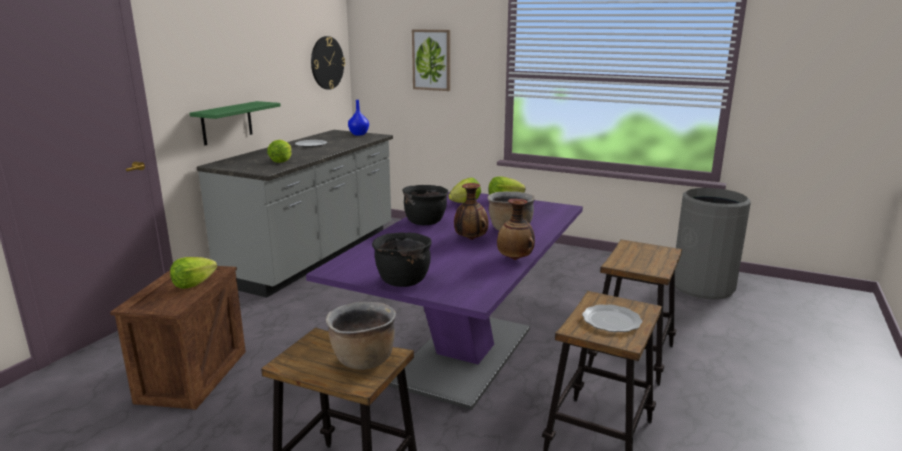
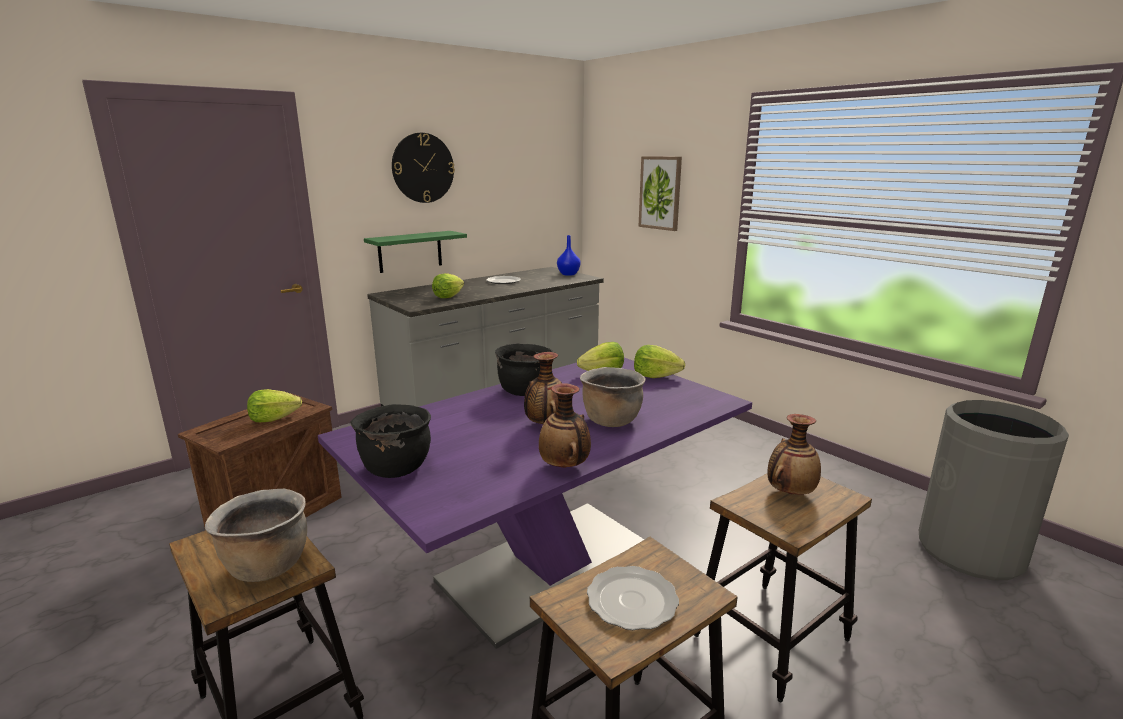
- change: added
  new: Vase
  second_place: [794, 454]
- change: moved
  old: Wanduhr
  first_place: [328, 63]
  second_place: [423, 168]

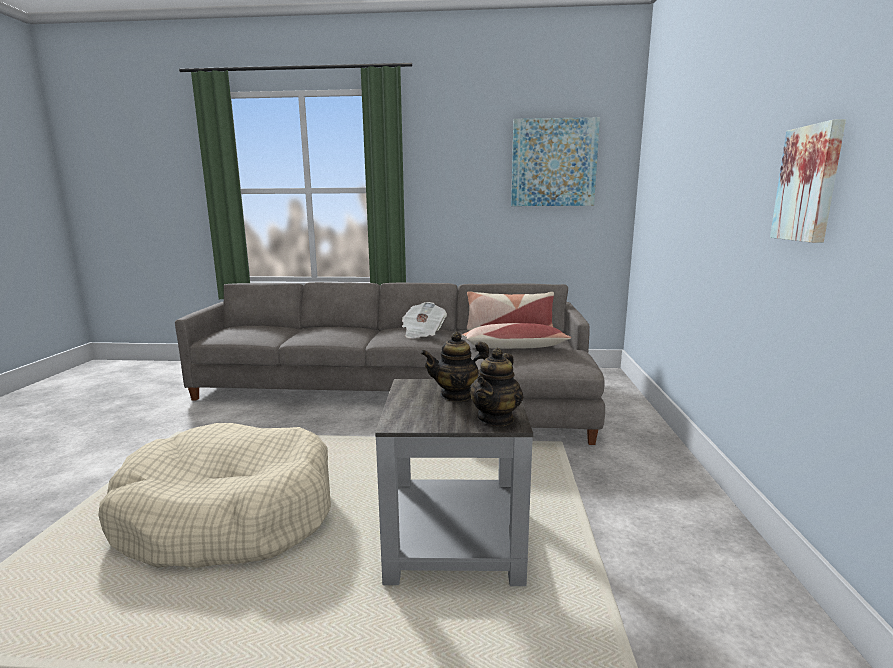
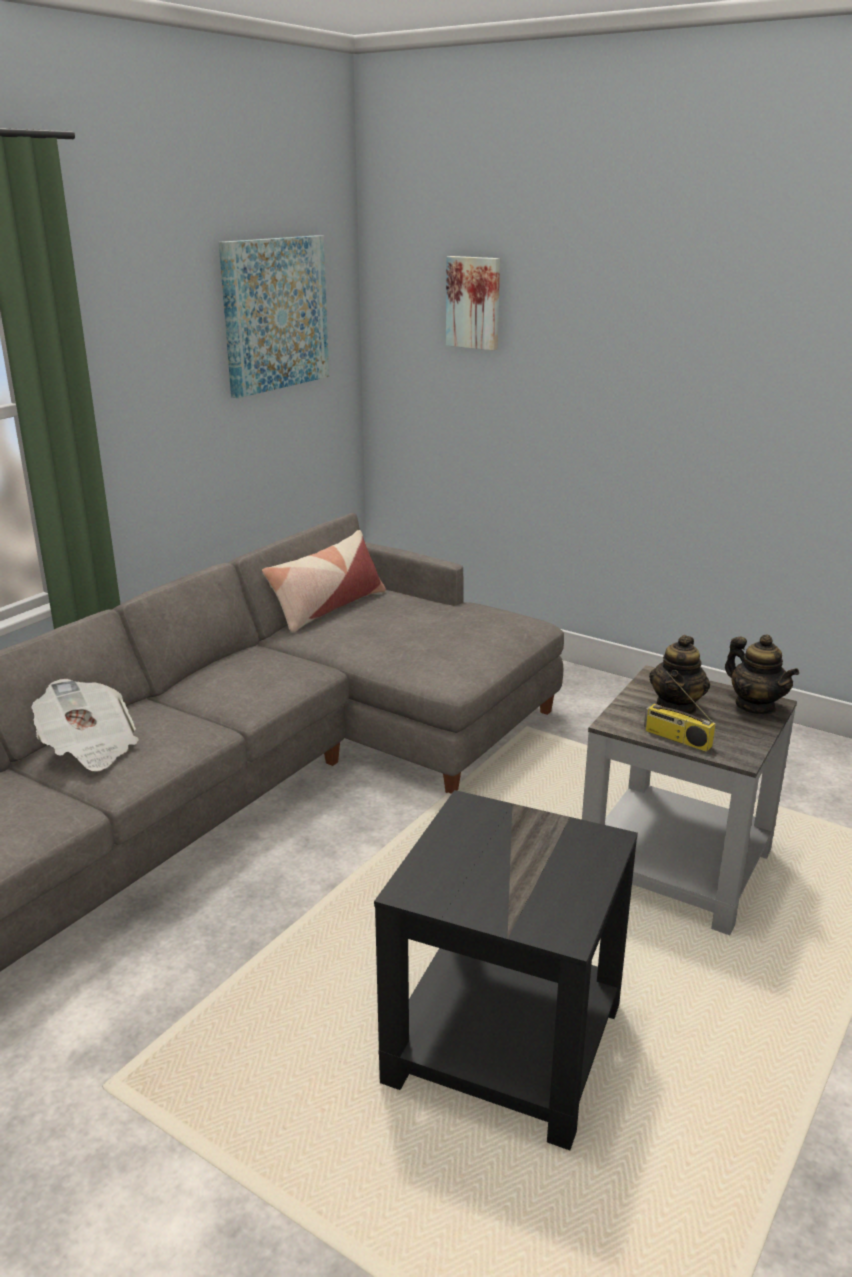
- change: removed
  old: Kissen
  first_place: [516, 336]
- change: added
  new: Radio
  second_place: [679, 712]
- change: moved
  old: Zeitung
  first_place: [424, 320]
  second_place: [85, 725]
- change: moved
  old: Bild
  first_place: [808, 181]
  second_place: [473, 303]
- change: replaced
  old: Hundebett [beige]
  new: Beistelltisch [schwarz]
  first_place: [214, 495]
  second_place: [506, 970]

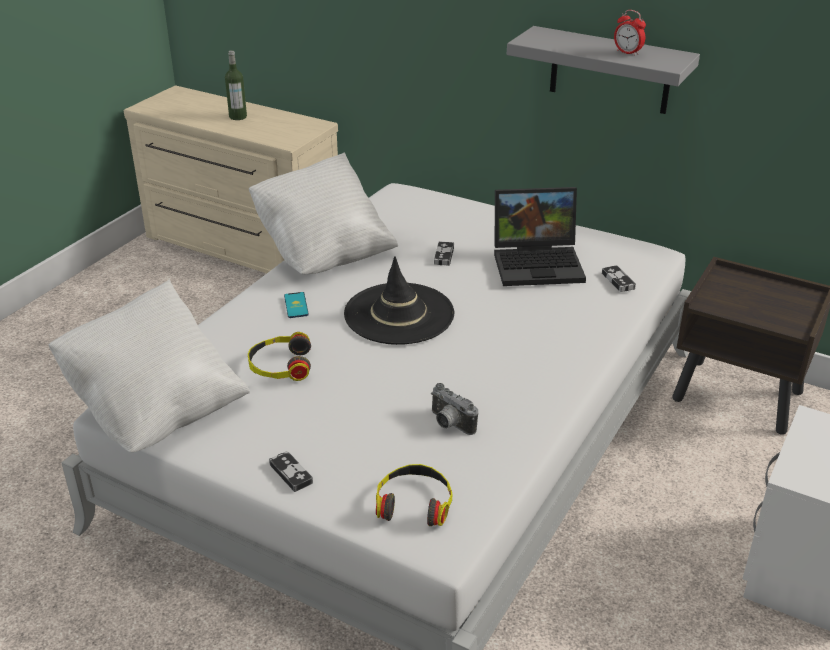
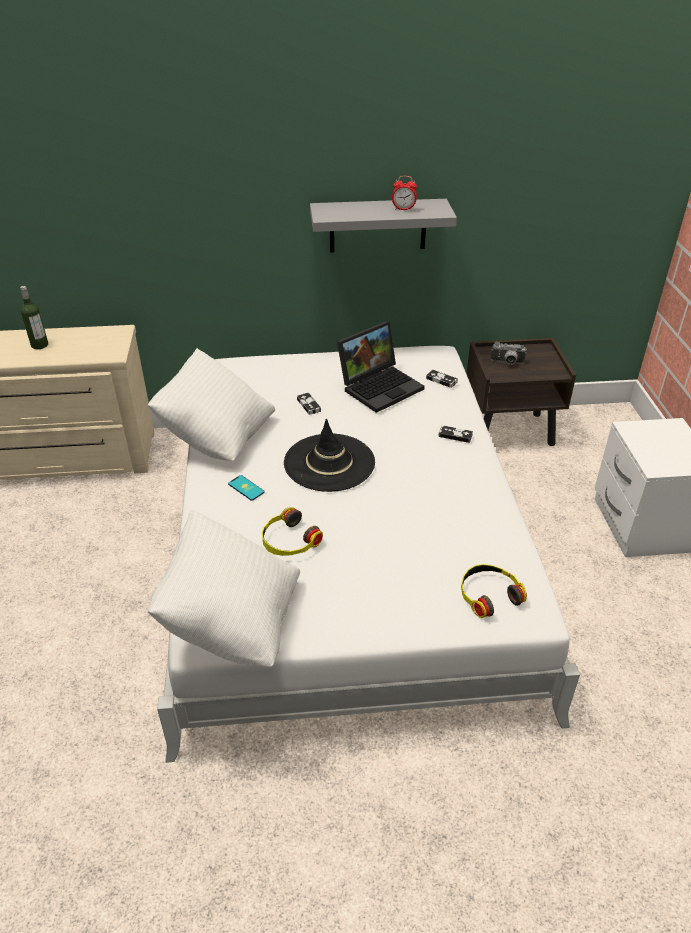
- change: moved
  old: Gamepad
  first_place: [291, 471]
  second_place: [455, 434]
- change: moved
  old: Kamera
  first_place: [454, 409]
  second_place: [509, 353]

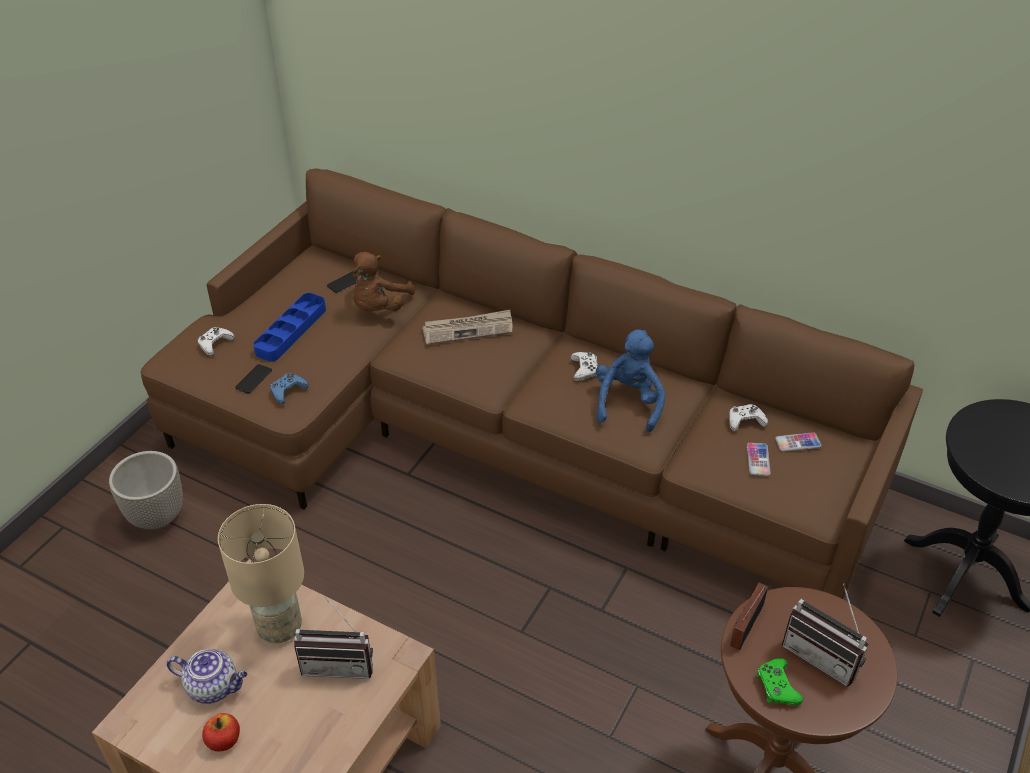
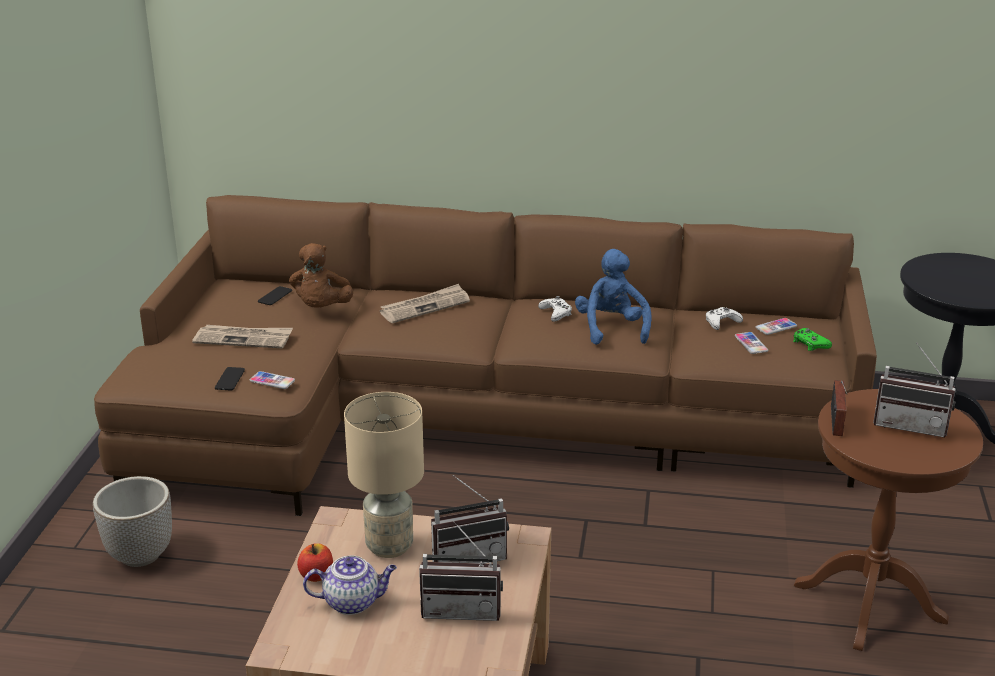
- change: removed
  old: Gamepad [weiß]
  first_place: [216, 341]
- change: added
  new: Radio
  second_place: [461, 571]
- change: moved
  old: Apfel
  first_place: [221, 732]
  second_place: [315, 562]
- change: moved
  old: Gamepad [grün]
  first_place: [780, 681]
  second_place: [812, 339]
- change: replaced
  old: Tablett [blau]
  new: Zeitung
  first_place: [289, 327]
  second_place: [242, 336]
- change: replaced
  old: Gamepad [blau]
  new: Handy
  first_place: [289, 388]
  second_place: [272, 380]

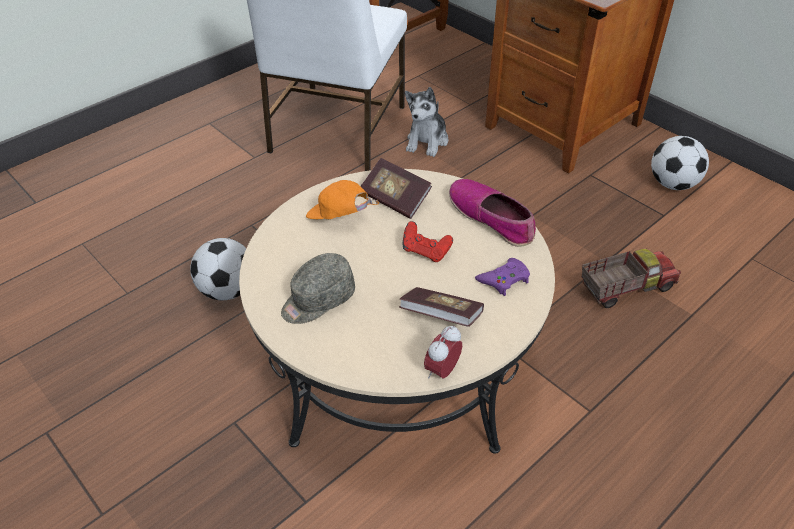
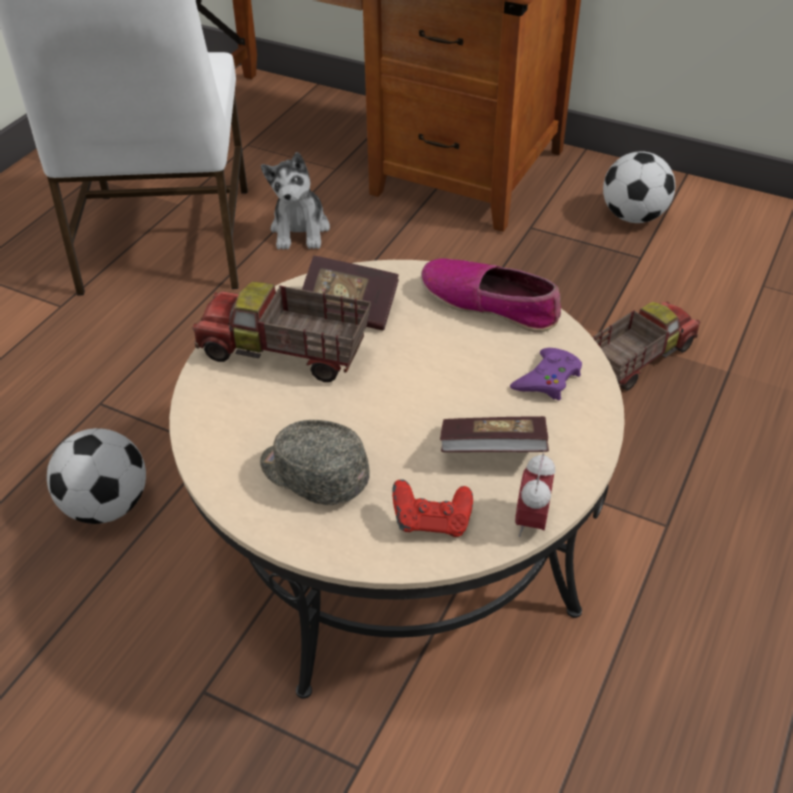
- change: moved
  old: Gamepad [rot]
  first_place: [428, 241]
  second_place: [432, 508]
- change: replaced
  old: Kappe [orange]
  new: Spielzeuglaster
  first_place: [343, 199]
  second_place: [281, 332]
- change: turned
  old: Kappe [grau]
  first_place: [318, 288]
  second_place: [315, 462]
  degrees: 90

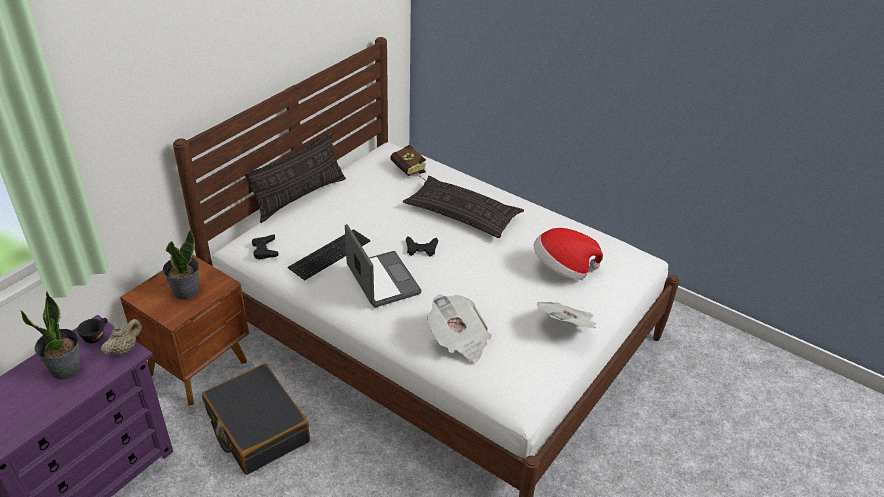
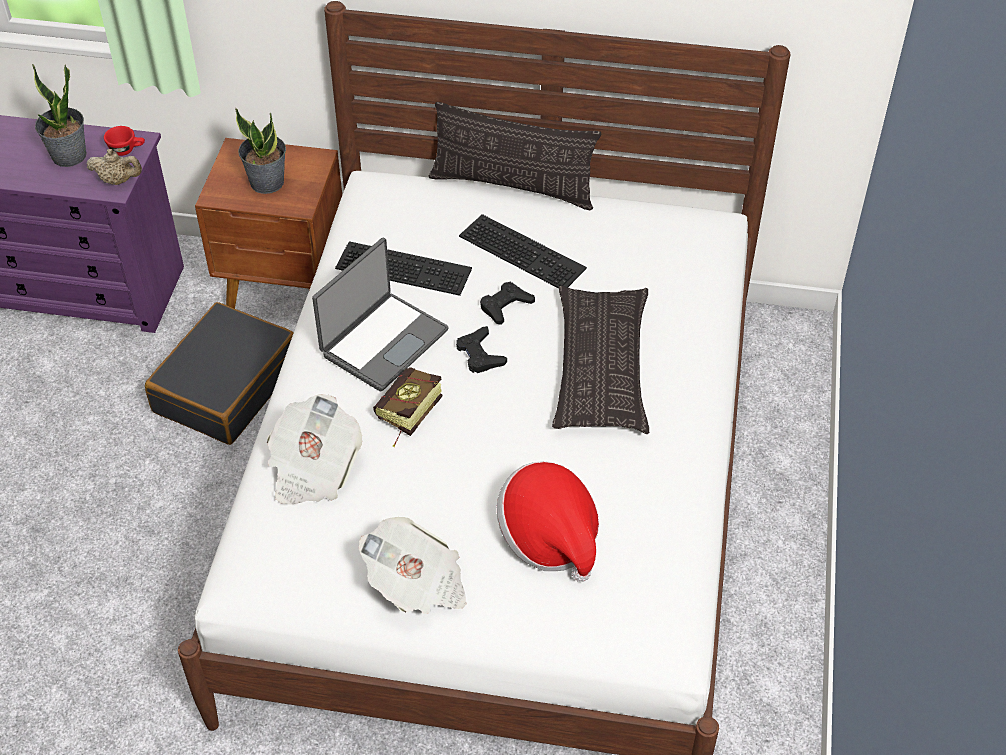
- change: added
  new: Tastatur
  second_place: [523, 251]
- change: moved
  old: Gamepad [schwarz]
  first_place: [265, 247]
  second_place: [507, 303]
- change: moved
  old: Buch
  first_place: [408, 163]
  second_place: [407, 407]
- change: recoloured
  old: Tasse [schwarz]
  new: Tasse [rot]
  first_place: [92, 330]
  second_place: [124, 141]

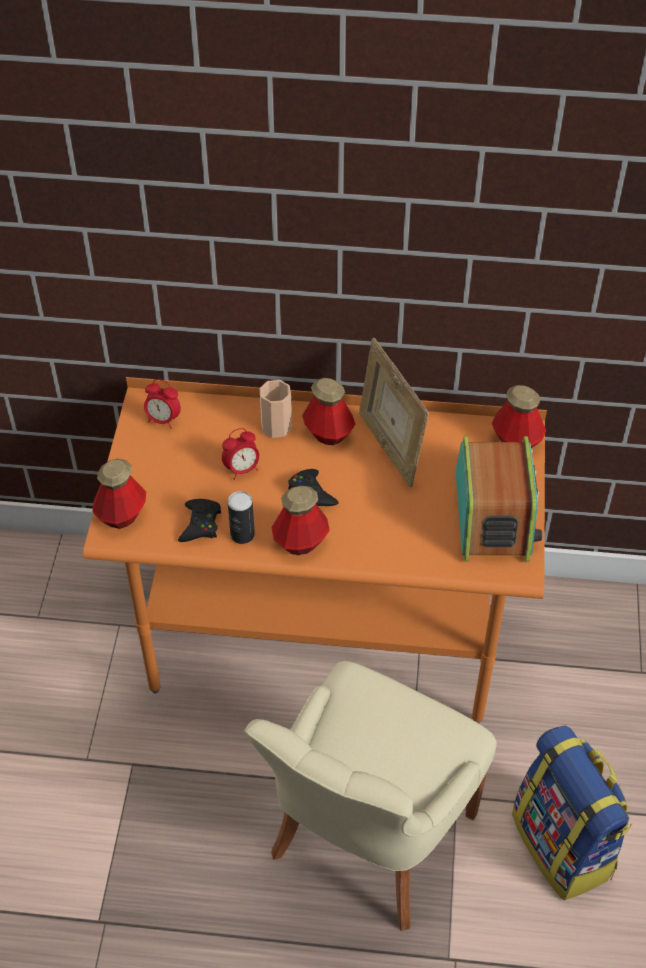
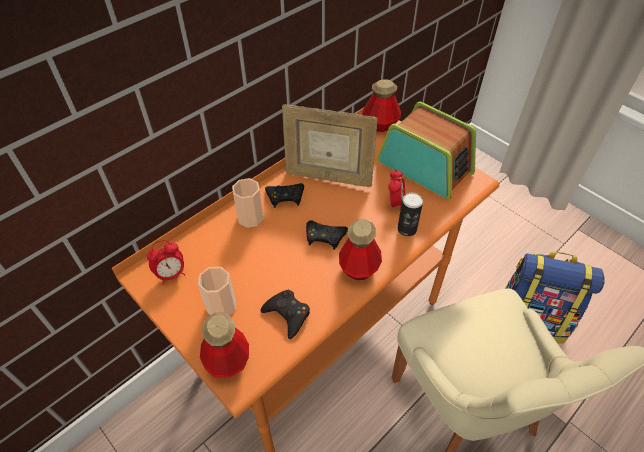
- change: added
  new: Tasse
  second_place: [217, 291]
- change: moved
  old: Wecker
  first_place: [240, 454]
  second_place: [396, 189]
- change: moved
  old: Dose
  first_place: [241, 517]
  second_place: [410, 214]
- change: replaced
  old: Flasche
  new: Gamepad [schwarz]
  first_place: [328, 411]
  second_place: [284, 195]

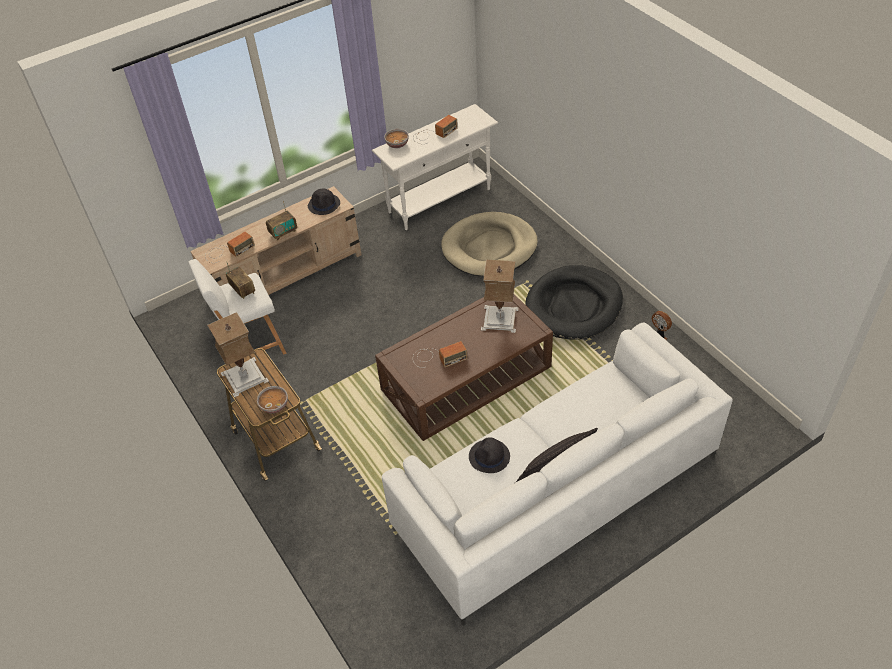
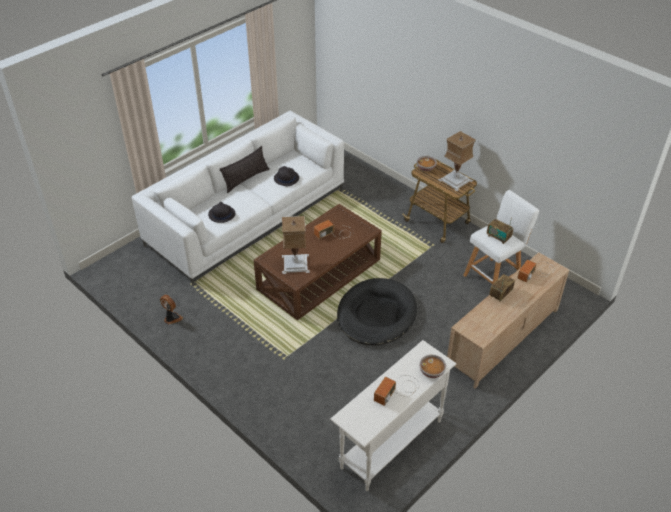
- change: removed
  old: Hundebett [beige]
  first_place: [489, 244]
- change: moved
  old: Hut [schwarz]
  first_place: [324, 202]
  second_place: [221, 212]
- change: moved
  old: Hundebett [schwarz]
  first_place: [574, 302]
  second_place: [377, 312]

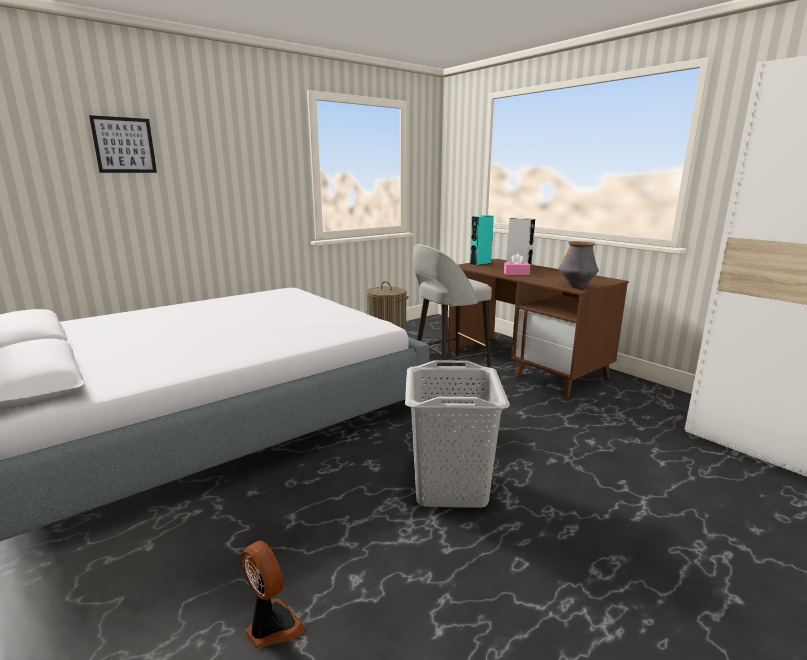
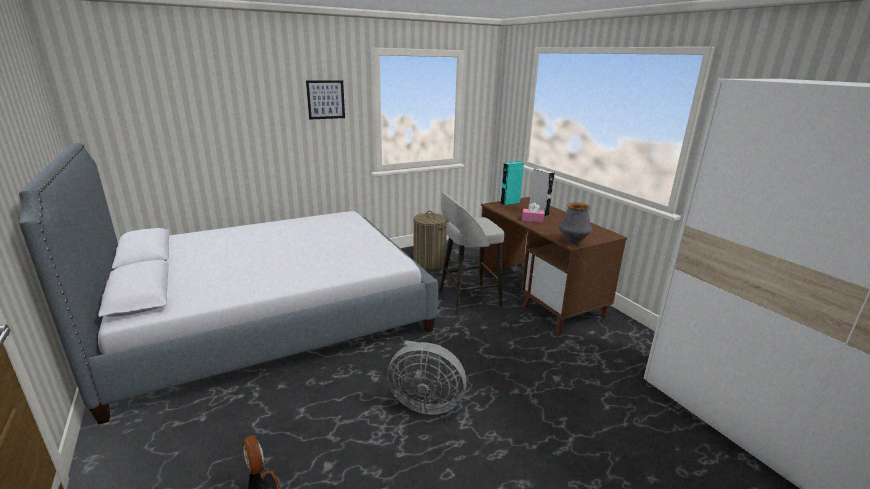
- change: moved
  old: Bild
  first_place: [123, 144]
  second_place: [325, 100]
- change: replaced
  old: Wäschekorb [grau]
  new: Ventilator [grau]
  first_place: [457, 434]
  second_place: [427, 377]

